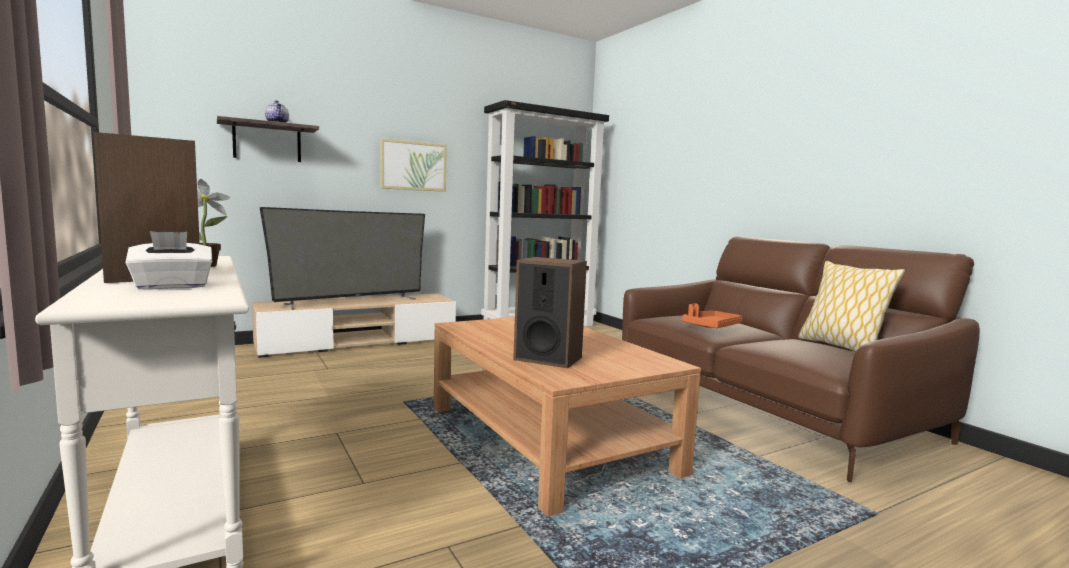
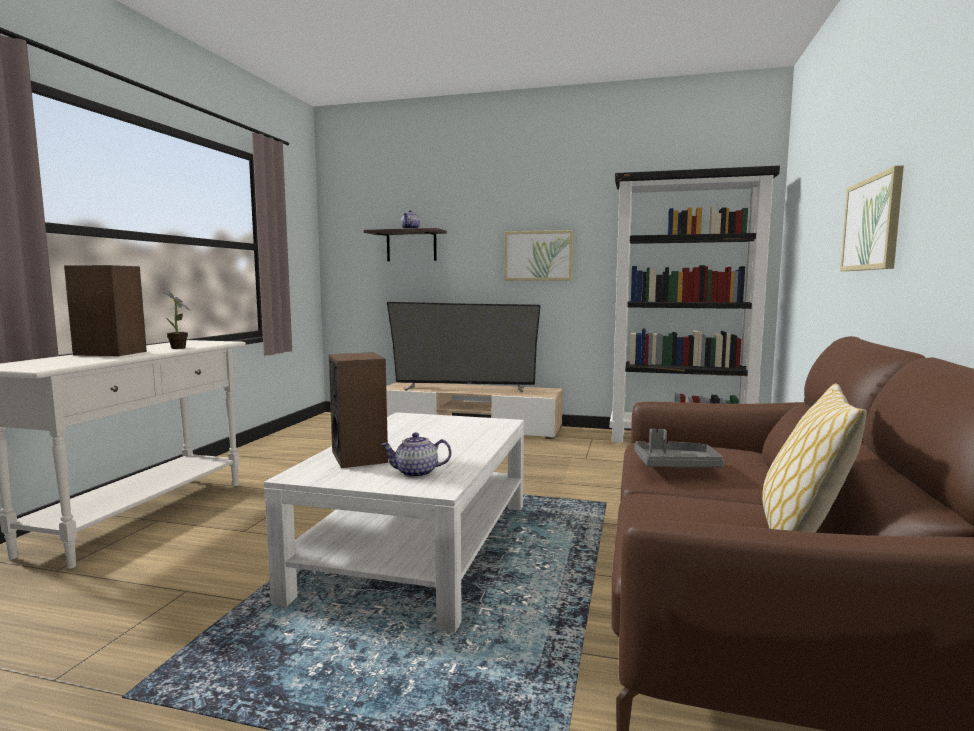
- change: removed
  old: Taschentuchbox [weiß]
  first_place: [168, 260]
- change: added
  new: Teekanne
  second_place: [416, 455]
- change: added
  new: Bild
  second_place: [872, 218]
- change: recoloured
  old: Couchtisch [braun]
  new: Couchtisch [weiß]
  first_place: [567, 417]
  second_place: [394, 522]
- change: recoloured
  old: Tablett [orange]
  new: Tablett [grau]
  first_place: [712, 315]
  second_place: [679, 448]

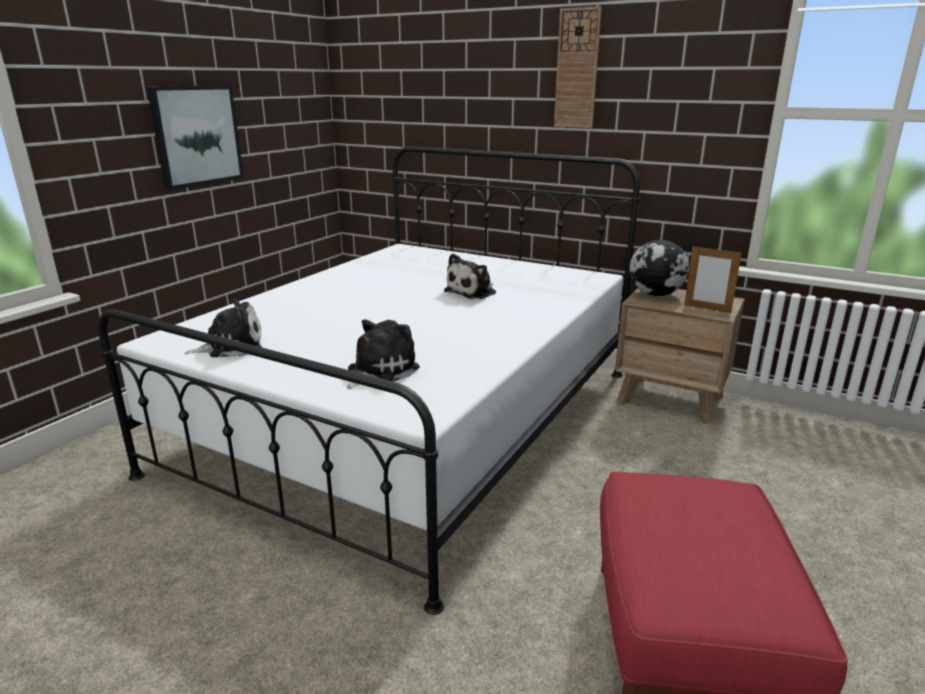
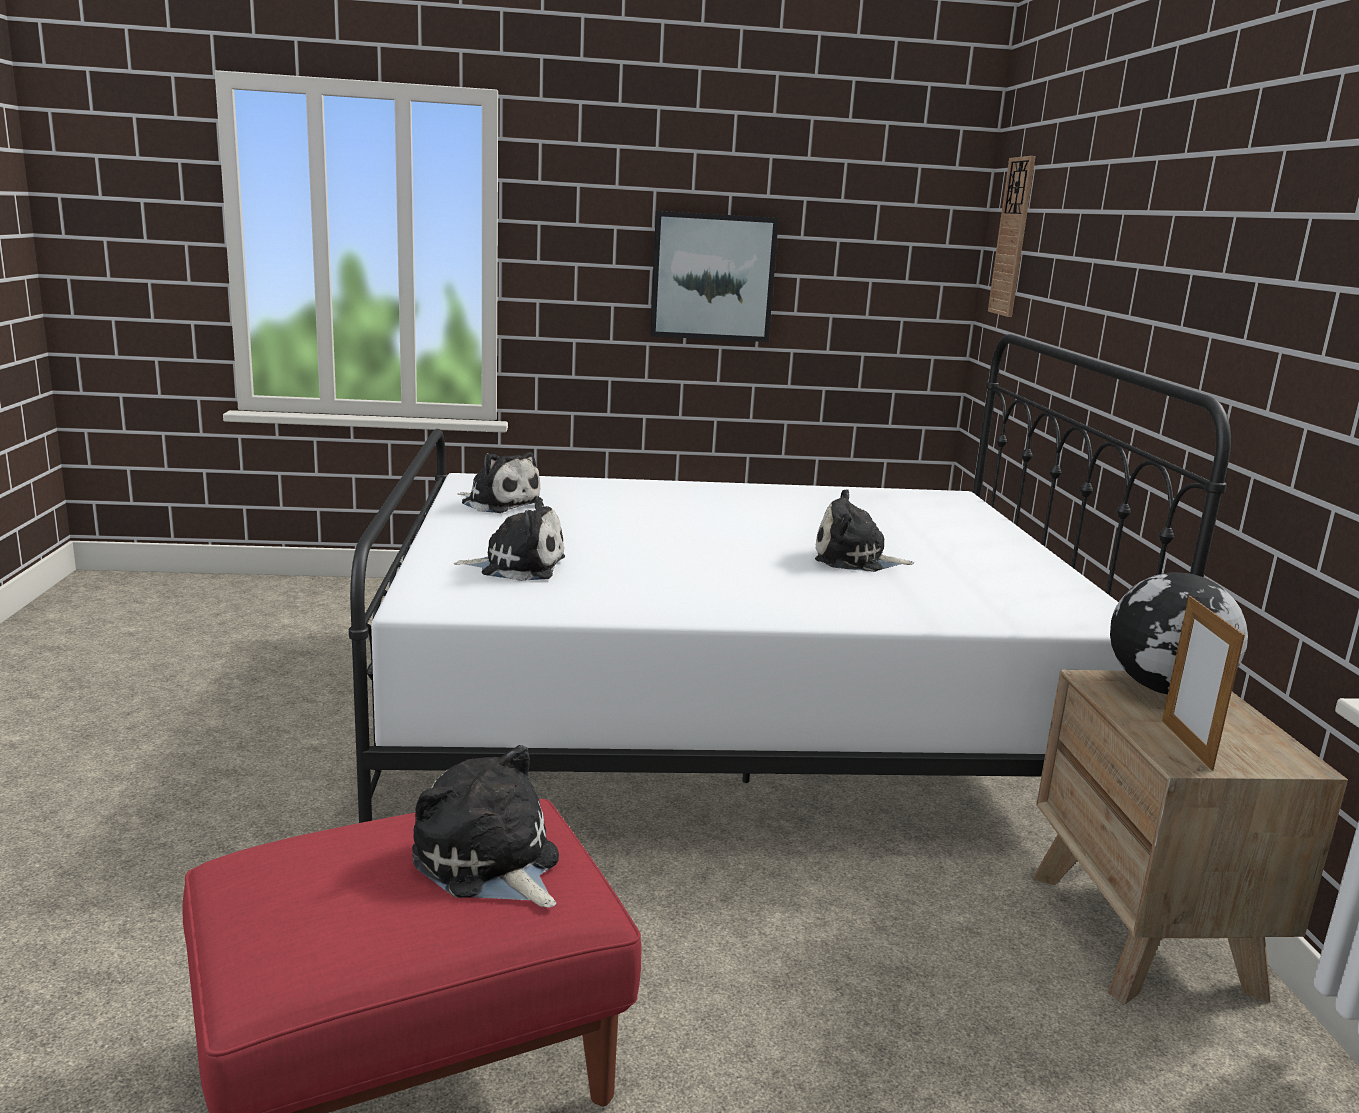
- change: added
  new: Plüschtier
  second_place: [485, 826]
- change: moved
  old: Wanduhr
  first_place: [578, 67]
  second_place: [1012, 236]

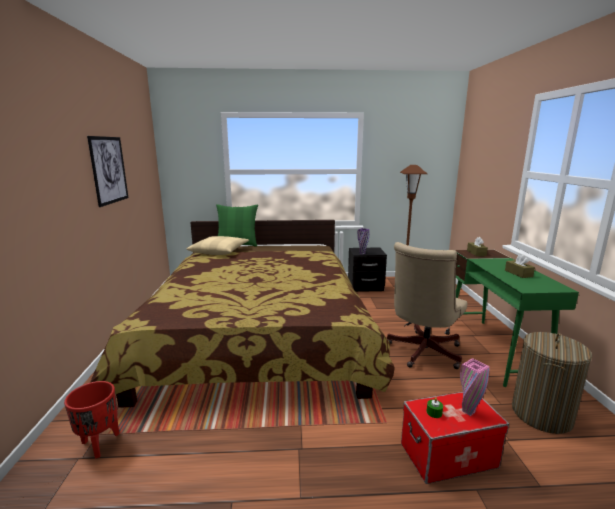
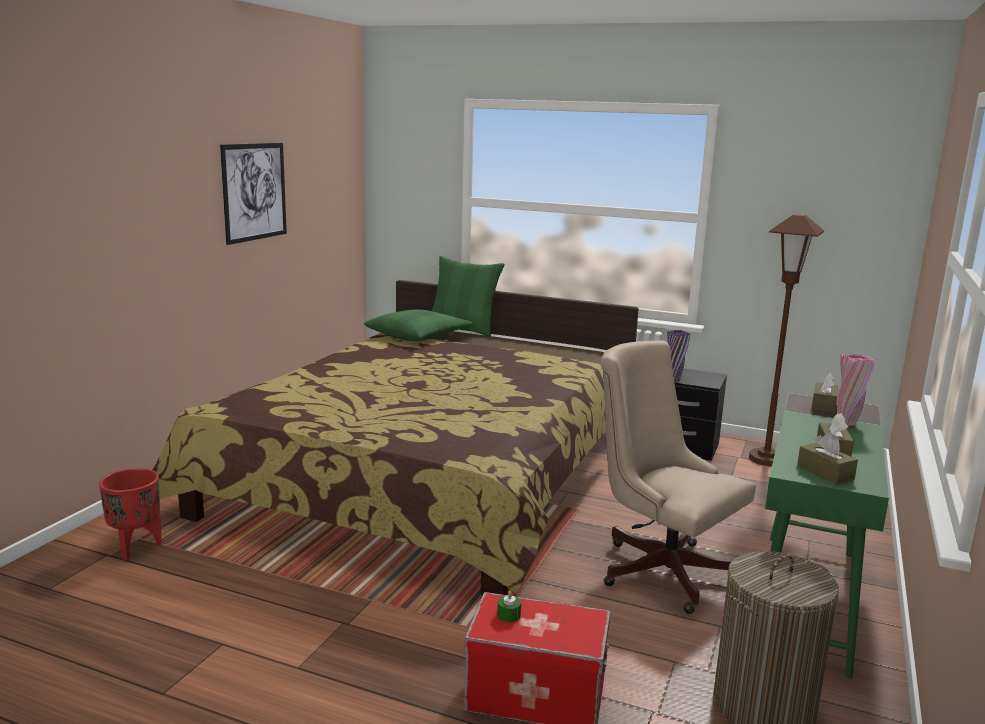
- change: added
  new: Taschentuchbox [braun]
  second_place: [827, 458]
- change: moved
  old: Vase [rosa]
  first_place: [474, 387]
  second_place: [856, 390]
- change: recoloured
  old: Kissen [beige]
  new: Kissen [grün]
  first_place: [218, 245]
  second_place: [418, 325]
- change: turned
  old: Bürostuhl [beige]
  first_place: [427, 305]
  second_place: [678, 477]
  degrees: 75

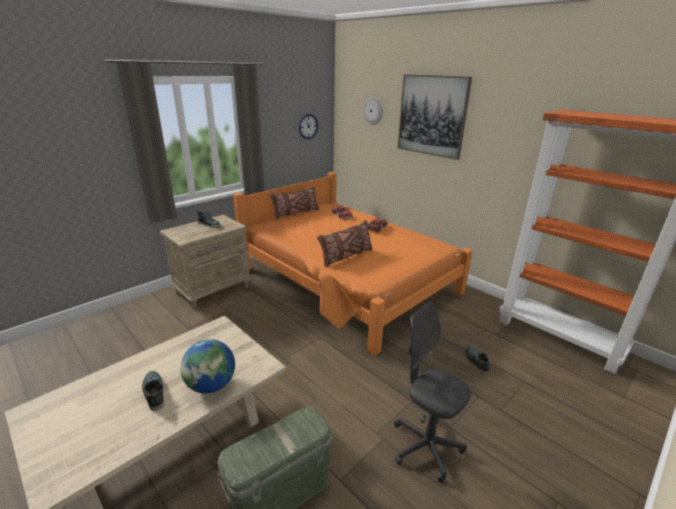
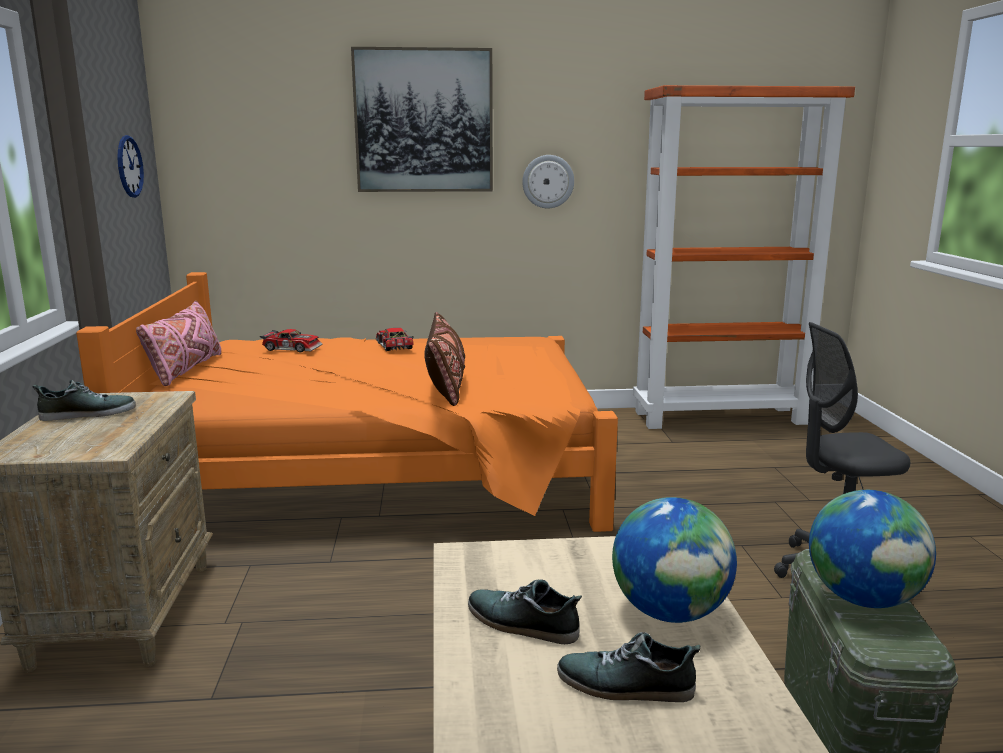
- change: added
  new: Globus
  second_place: [872, 549]
- change: moved
  old: Wanduhr
  first_place: [373, 111]
  second_place: [548, 181]
- change: moved
  old: Schuh
  first_place: [477, 360]
  second_place: [525, 611]
- change: recoloured
  old: Kissen [braun]
  new: Kissen [rosa]
  first_place: [294, 202]
  second_place: [179, 343]

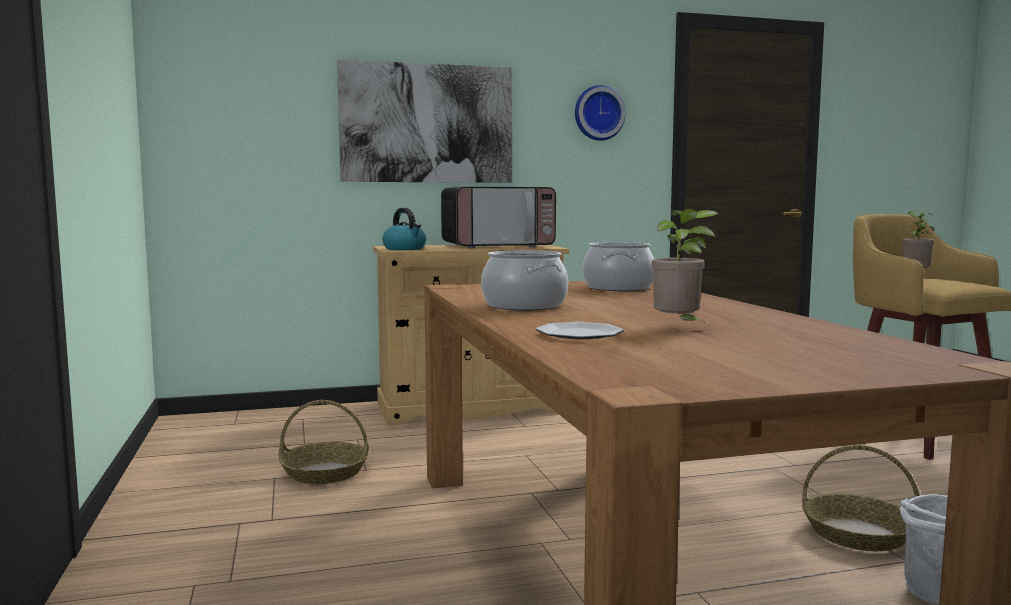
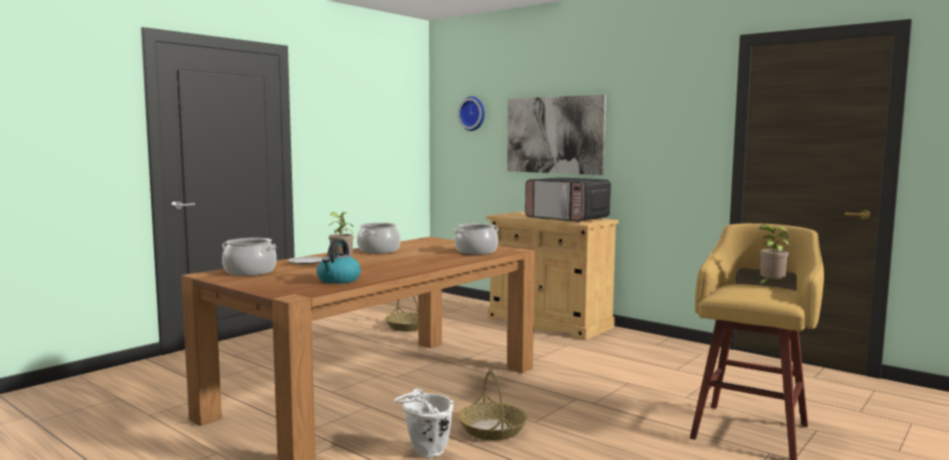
- change: added
  new: Kochtopf
  second_place: [249, 257]
- change: moved
  old: Wasserkessel
  first_place: [404, 229]
  second_place: [338, 261]
- change: moved
  old: Wanduhr
  first_place: [600, 113]
  second_place: [471, 113]

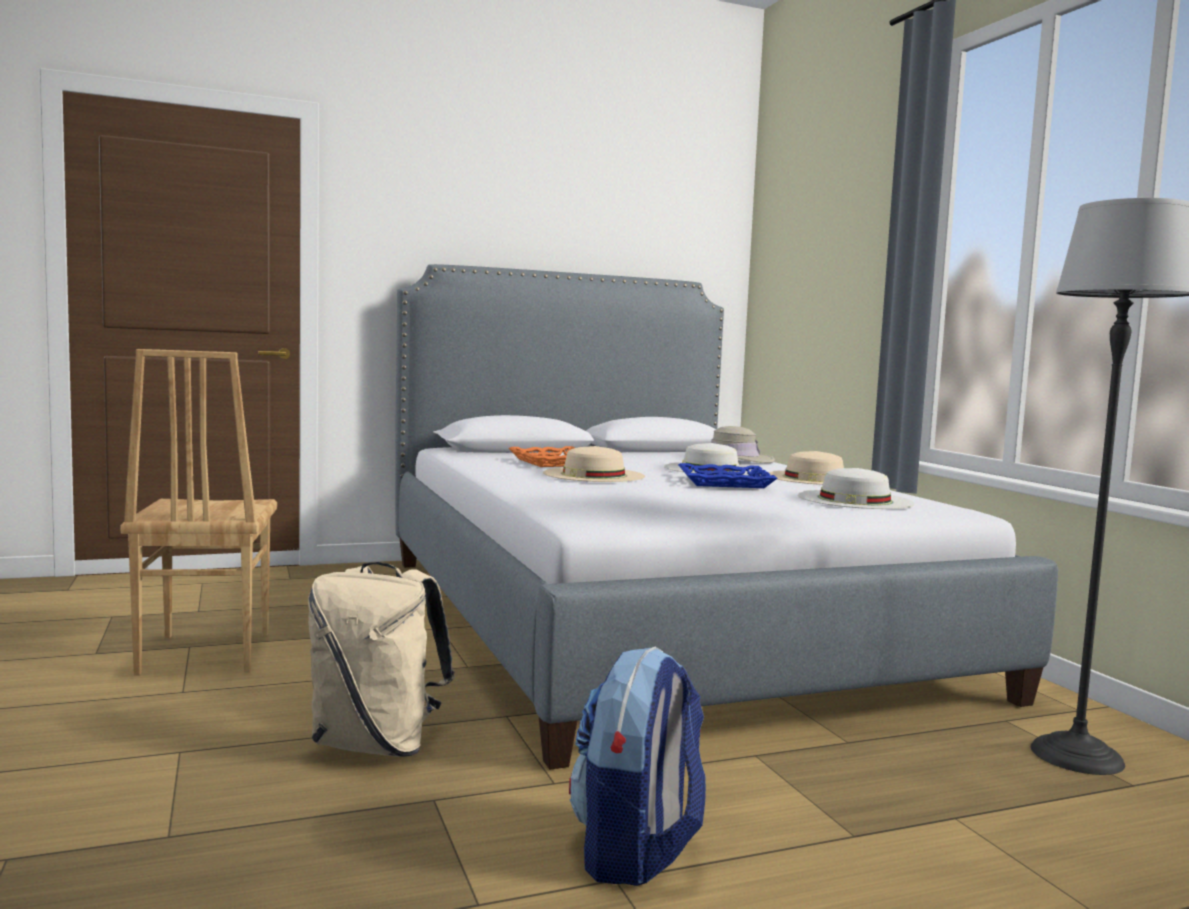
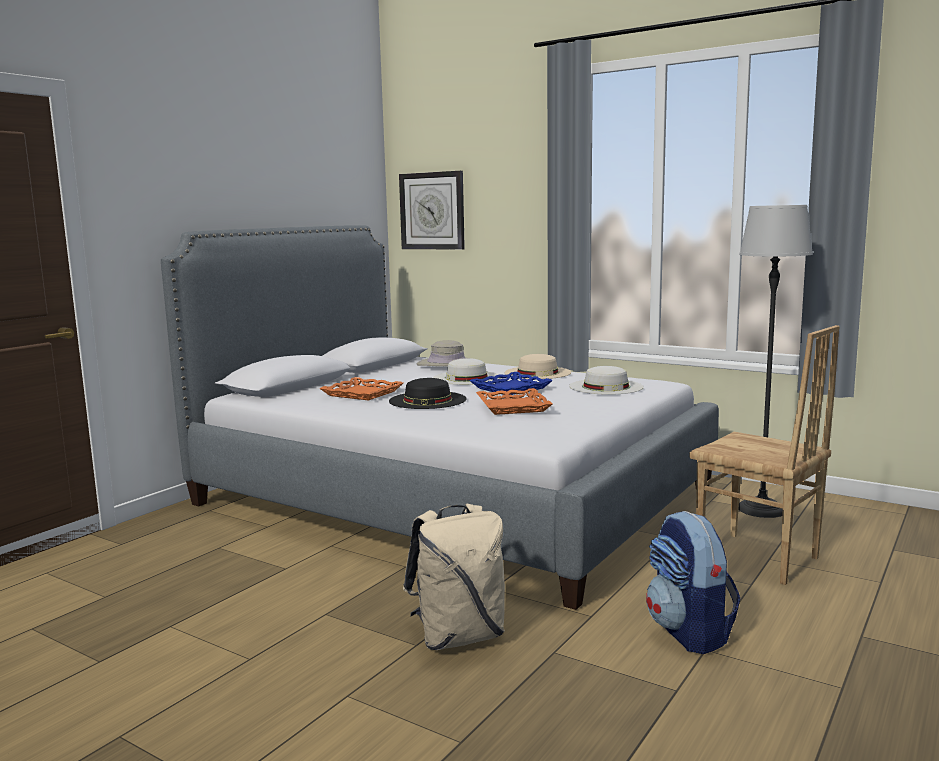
- change: added
  new: Wanduhr
  second_place: [432, 210]
- change: added
  new: Tablett [orange]
  second_place: [514, 401]
- change: moved
  old: Stuhl [braun]
  first_place: [198, 512]
  second_place: [764, 455]
- change: recoloured
  old: Hut [beige]
  new: Hut [schwarz]
  first_place: [594, 464]
  second_place: [428, 393]

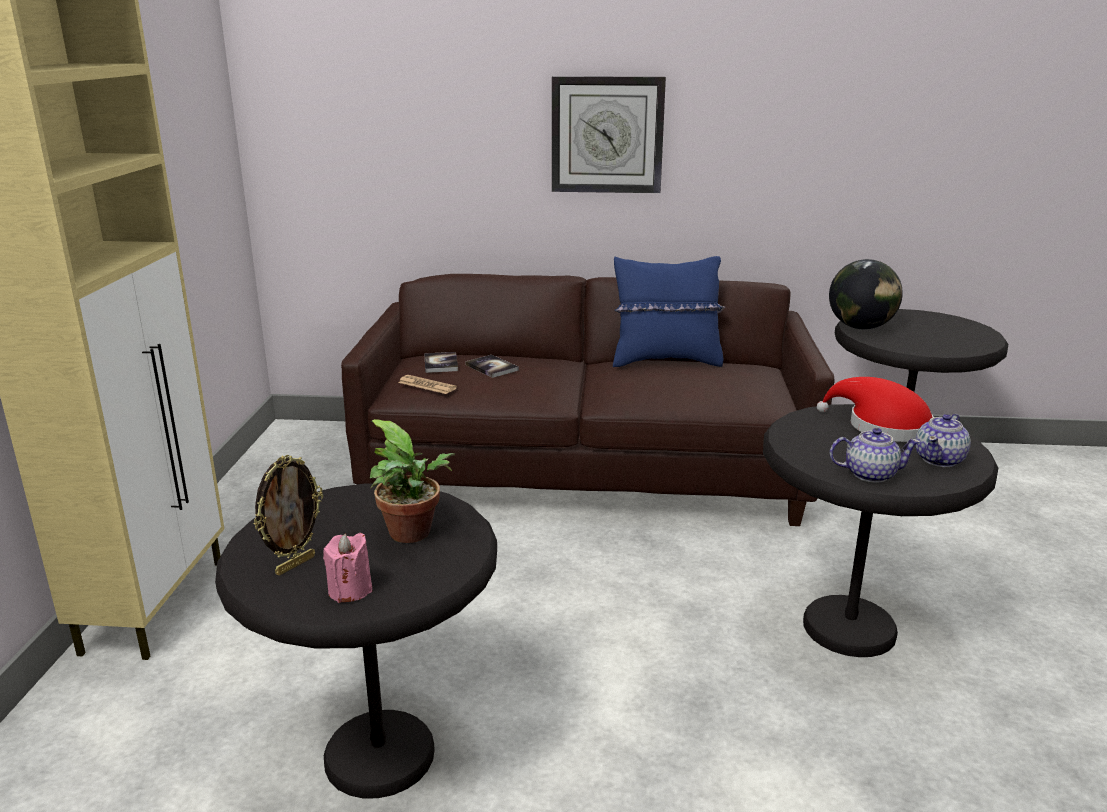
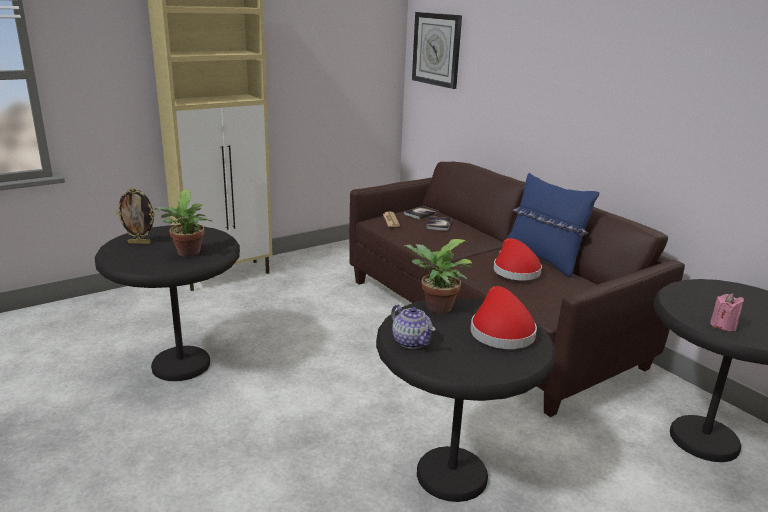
- change: removed
  old: Globus
  first_place: [866, 294]
- change: removed
  old: Teekanne
  first_place: [943, 440]
- change: added
  new: Topfpflanze
  second_place: [438, 276]
- change: added
  new: Hut [rot]
  second_place: [518, 259]
- change: moved
  old: Kerze [rosa]
  first_place: [347, 568]
  second_place: [727, 312]
- change: moved
  old: Wanduhr
  first_place: [609, 134]
  second_place: [437, 50]

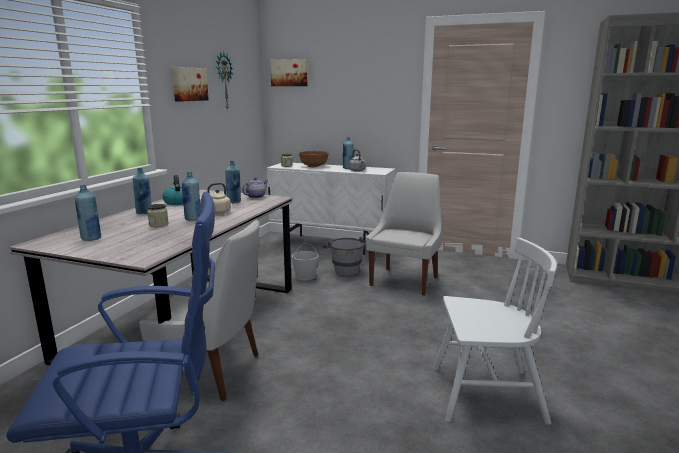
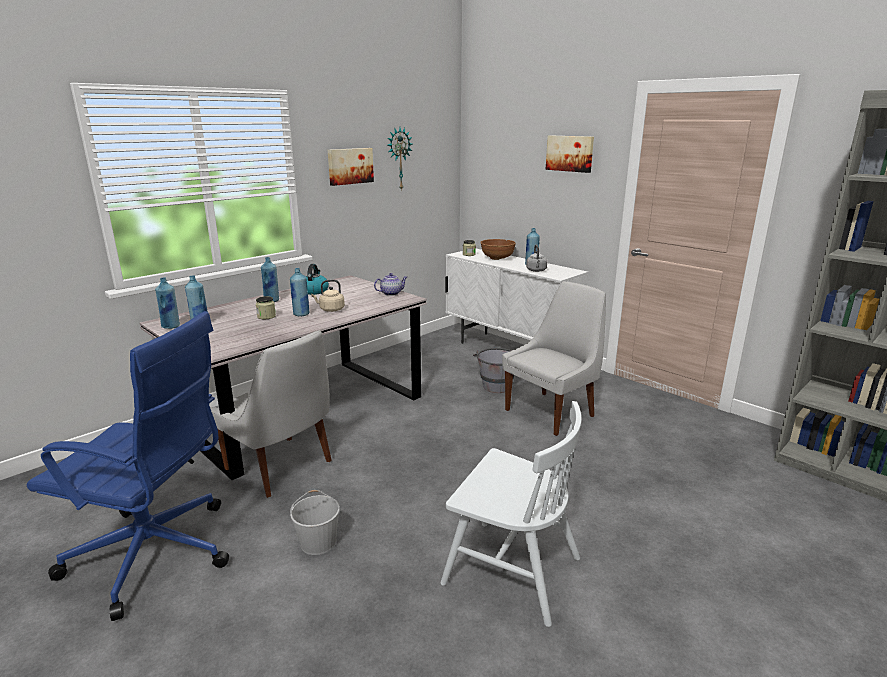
- change: moved
  old: Flasche [blau]
  first_place: [233, 182]
  second_place: [167, 303]
- change: moved
  old: Bild
  first_place: [288, 72]
  second_place: [570, 154]
- change: moved
  old: Eimer [weiß]
  first_place: [305, 261]
  second_place: [315, 522]

